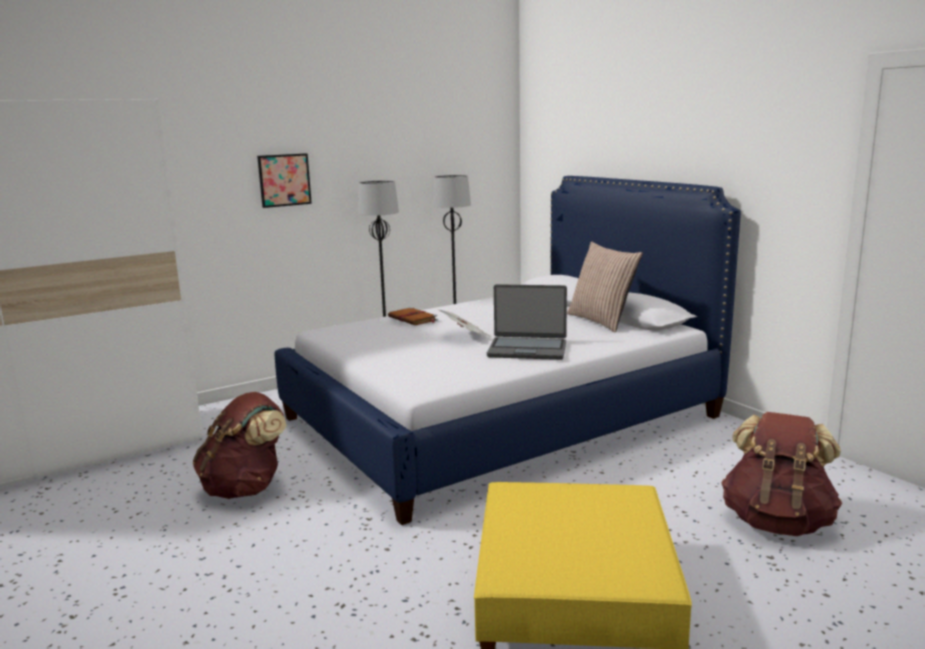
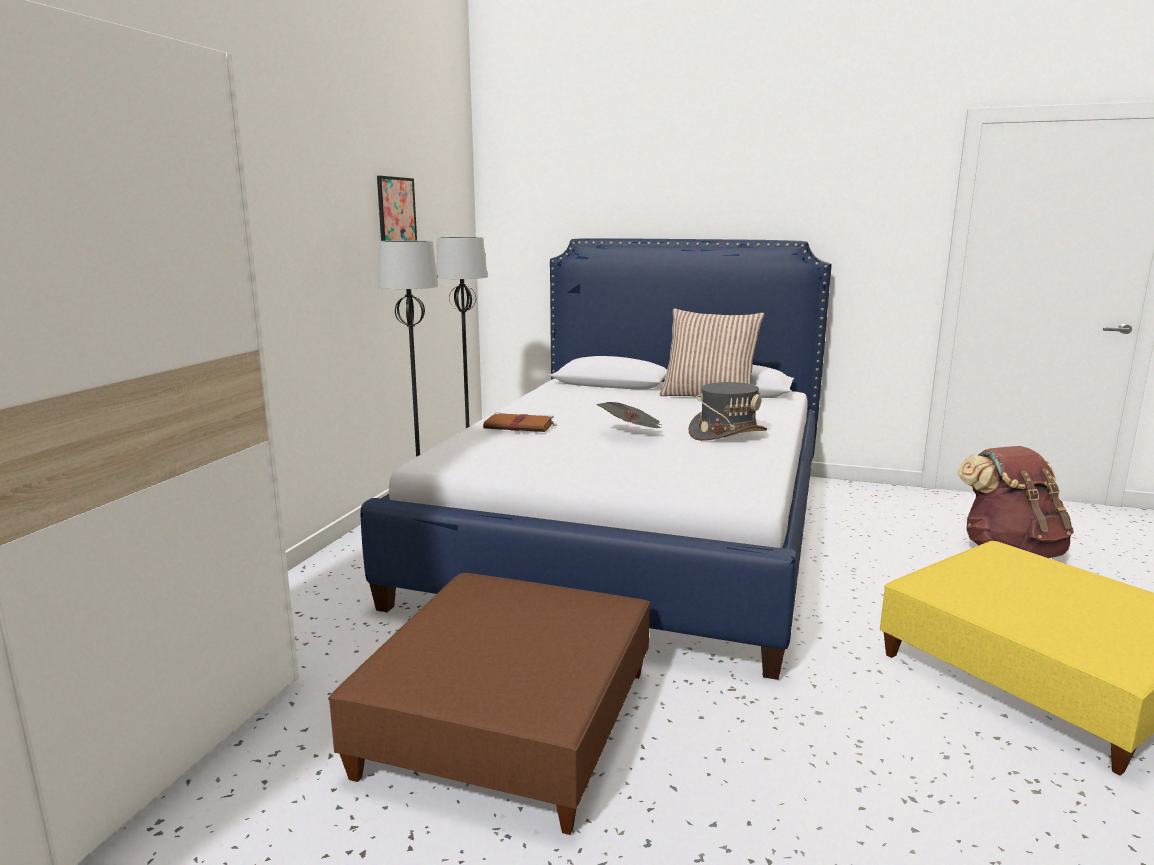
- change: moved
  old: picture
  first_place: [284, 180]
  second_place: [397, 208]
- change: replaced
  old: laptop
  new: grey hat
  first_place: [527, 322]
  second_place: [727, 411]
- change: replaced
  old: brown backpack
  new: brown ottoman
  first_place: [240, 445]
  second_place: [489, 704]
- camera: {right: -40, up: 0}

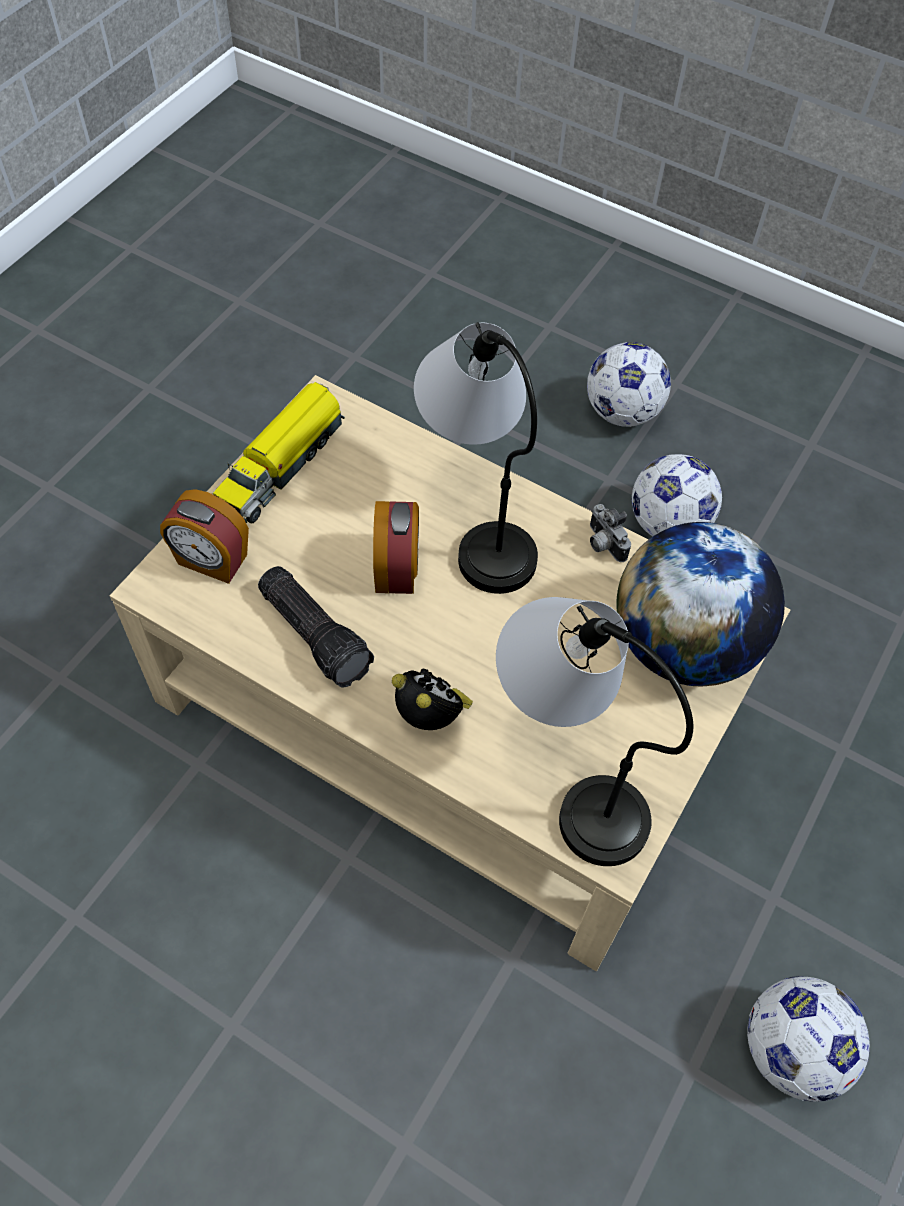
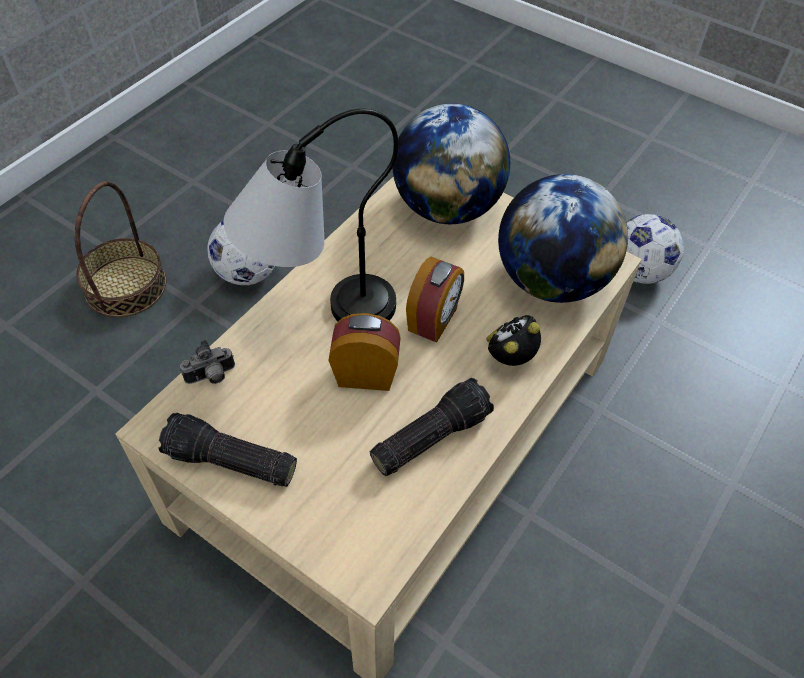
- change: replaced
  old: football
  new: basket
  first_place: [629, 384]
  second_place: [121, 249]
- change: replaced
  old: toy truck
  new: flashlight
  first_place: [279, 453]
  second_place: [228, 449]
- change: moved
  old: alarm clock
  first_place: [204, 536]
  second_place: [435, 300]
- change: moved
  old: photo camera
  first_place: [610, 533]
  second_place: [207, 362]
- change: replaced
  old: table lamp
  new: globe
  first_place: [594, 731]
  second_place: [563, 238]
- camera: {right: -85, up: -5}

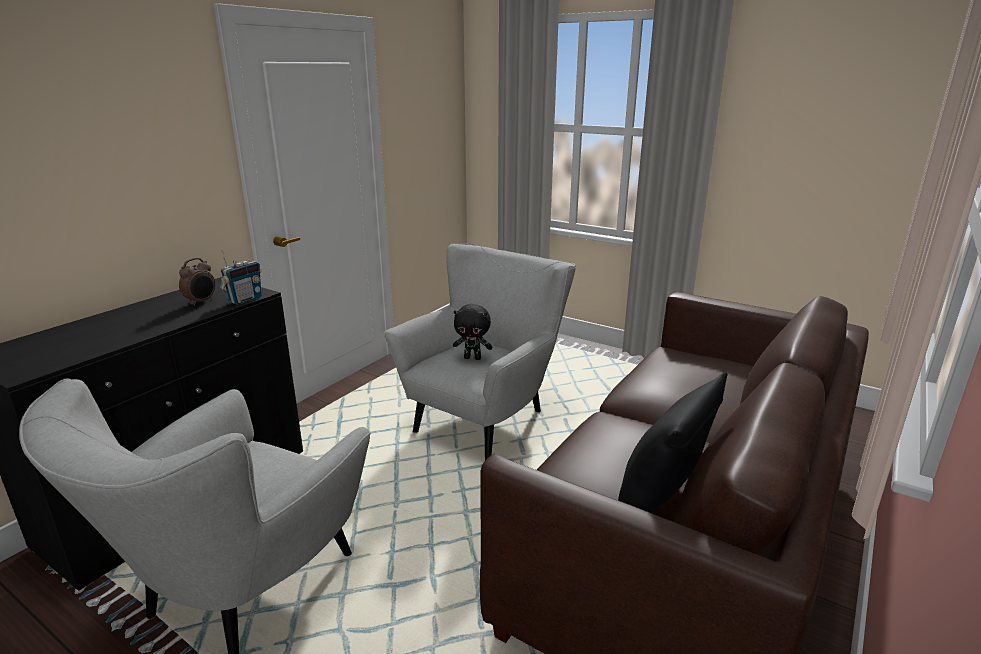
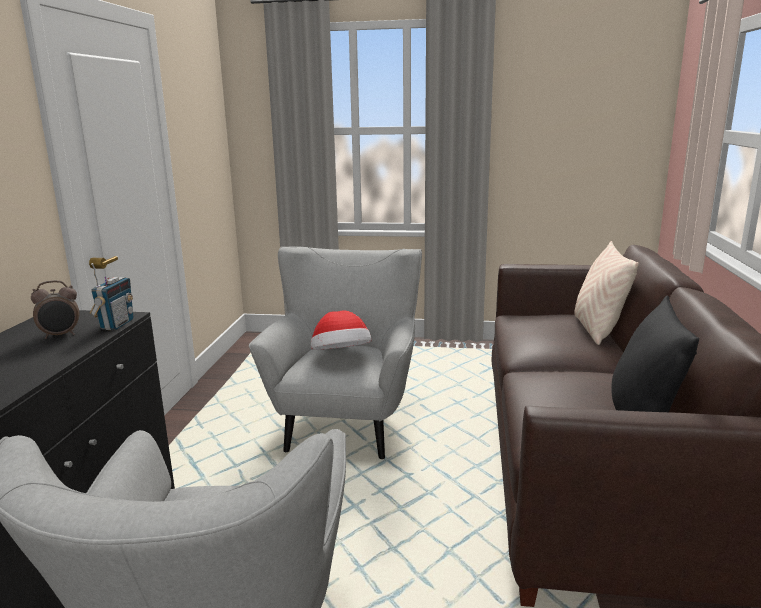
- change: turned
  old: alarm clock
  first_place: [197, 282]
  second_place: [55, 309]
  degrees: 60
- change: replaced
  old: black plush toy
  new: hat
  first_place: [472, 332]
  second_place: [341, 330]
- change: added
  new: beige pillow
  second_place: [606, 293]
- camera: {right: -25, up: -5}

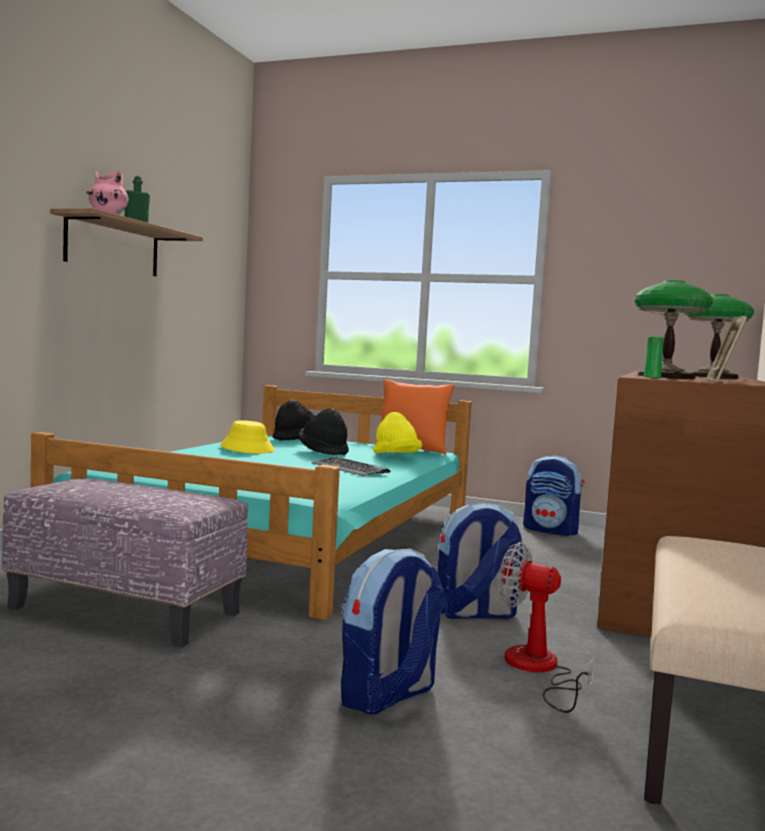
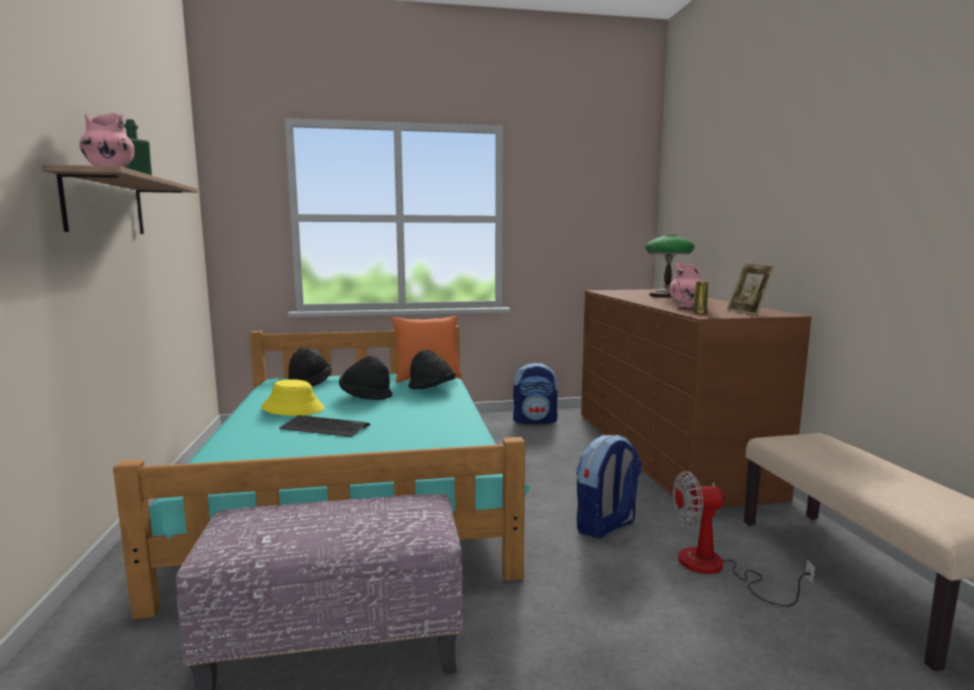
- change: replaced
  old: table lamp
  new: pink vase
  first_place: [673, 329]
  second_place: [685, 285]
- change: recoloured
  old: green vase
  new: yellow vase
  first_place: [653, 357]
  second_place: [700, 297]
- change: recoloured
  old: yellow hat
  new: black hat
  first_place: [397, 432]
  second_place: [432, 369]
- change: moved
  old: keyboard
  first_place: [350, 466]
  second_place: [324, 426]
- change: removed
  old: backpack
  first_place: [393, 631]
- camera: {right: -30, up: 5}

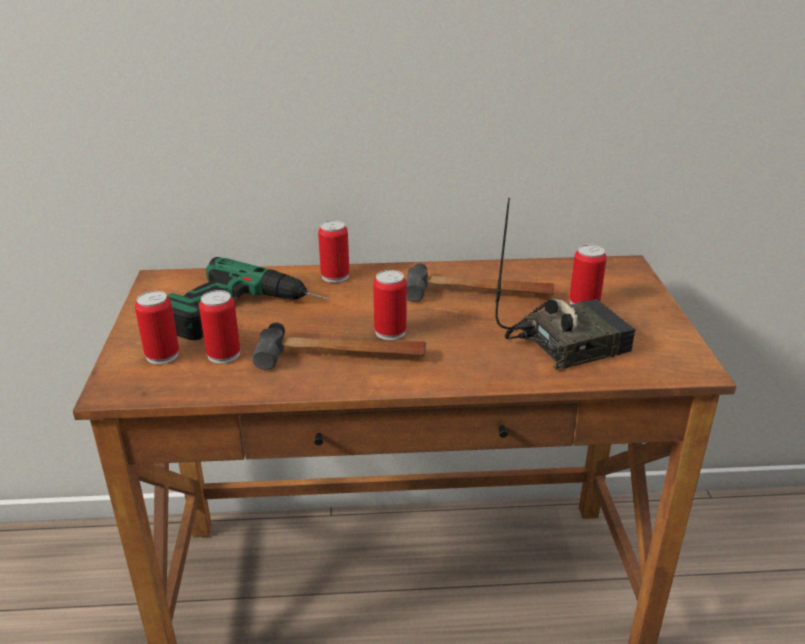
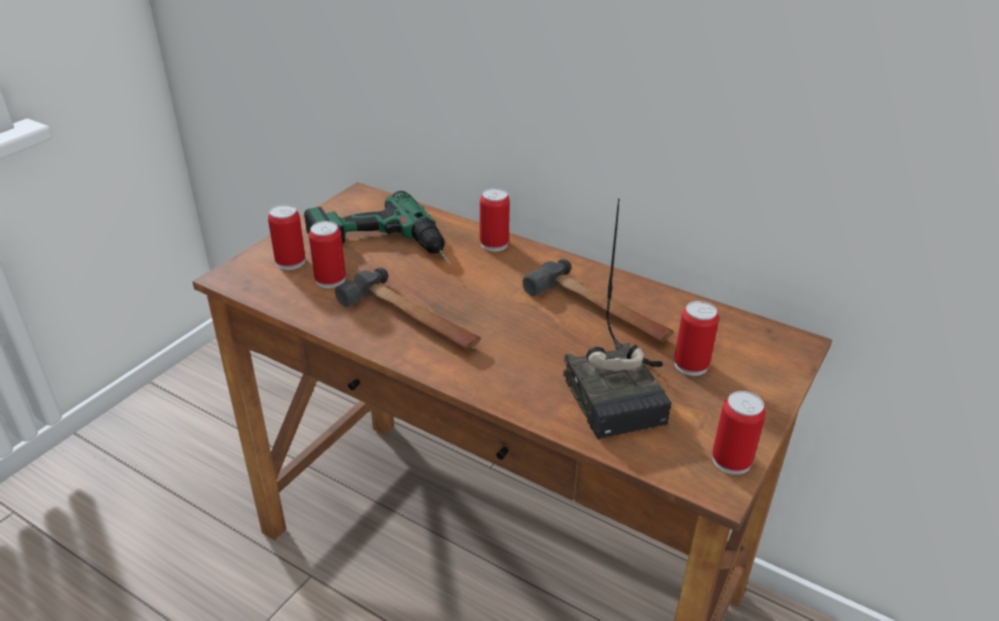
- change: turned
  old: radio
  first_place: [565, 284]
  second_place: [617, 318]
  degrees: 60
- change: moved
  old: can
  first_place: [390, 305]
  second_place: [739, 433]
- camera: {right: 35, up: 5}

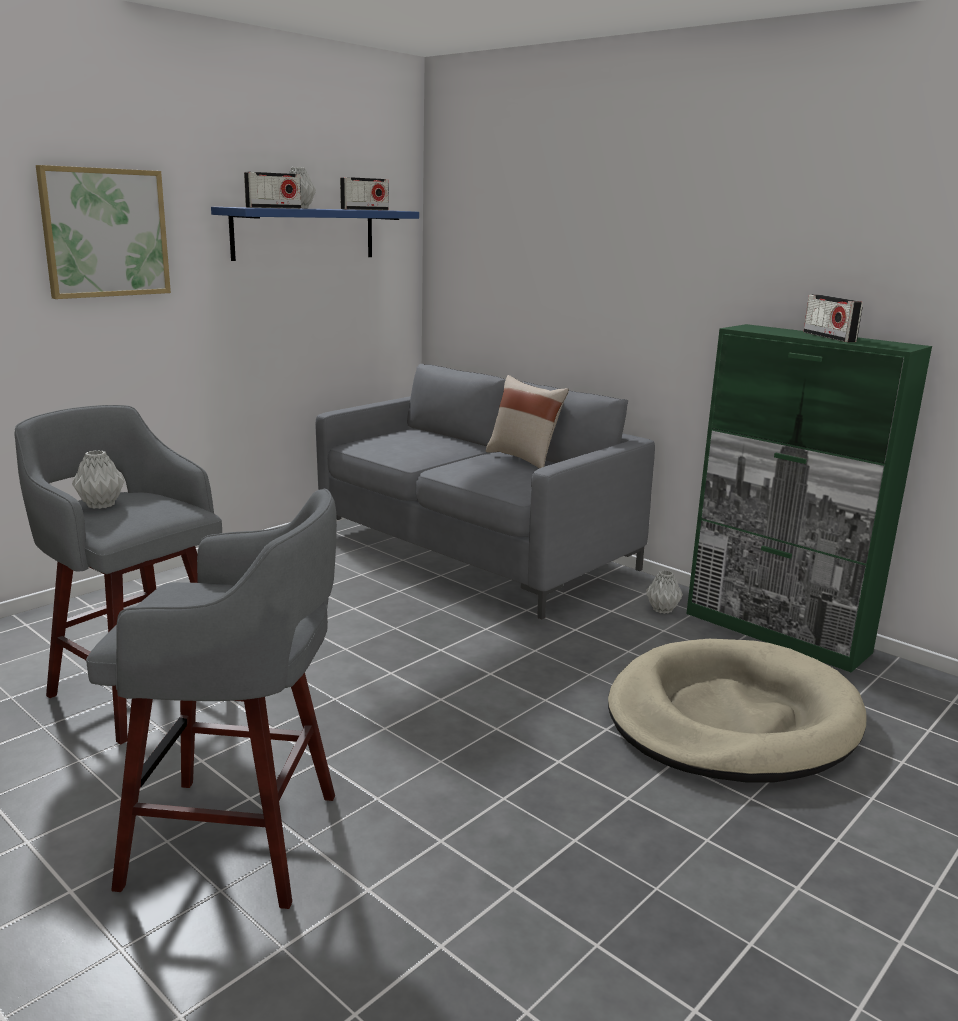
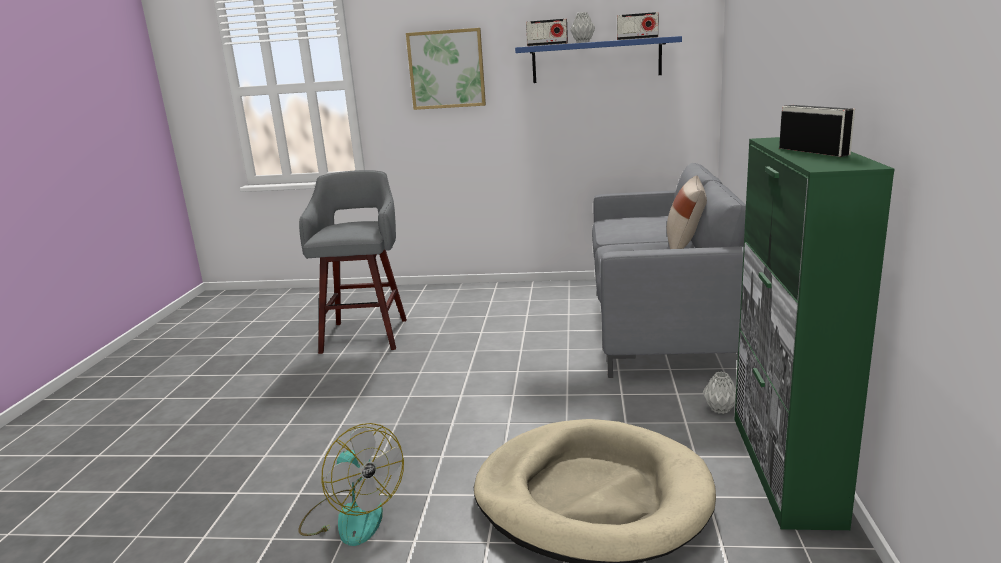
- change: turned
  old: radio
  first_place: [833, 318]
  second_place: [817, 131]
  degrees: 120
- change: removed
  old: grey vase
  first_place: [98, 479]
- change: removed
  old: grey stool
  first_place: [211, 698]
- change: added
  new: fan
  second_place: [351, 484]
- camera: {right: 55, up: 0}

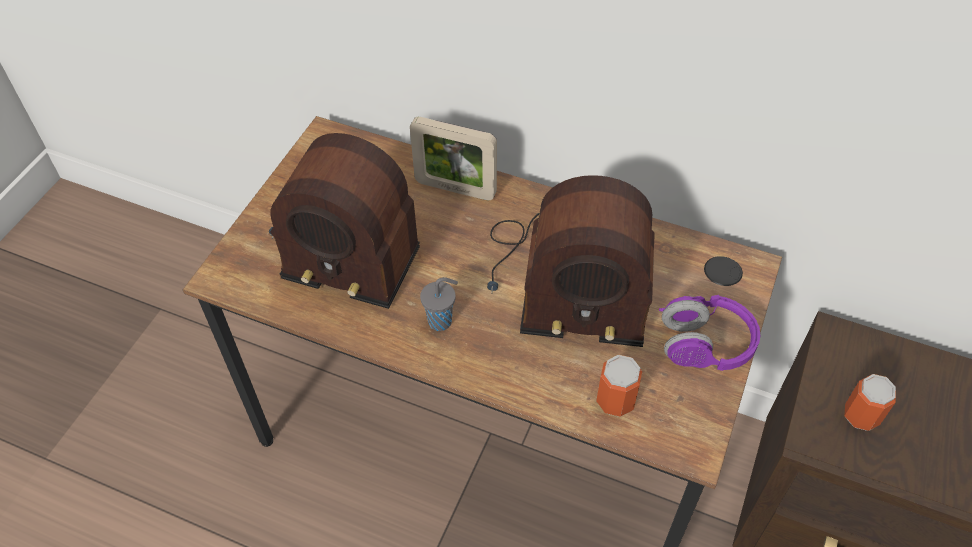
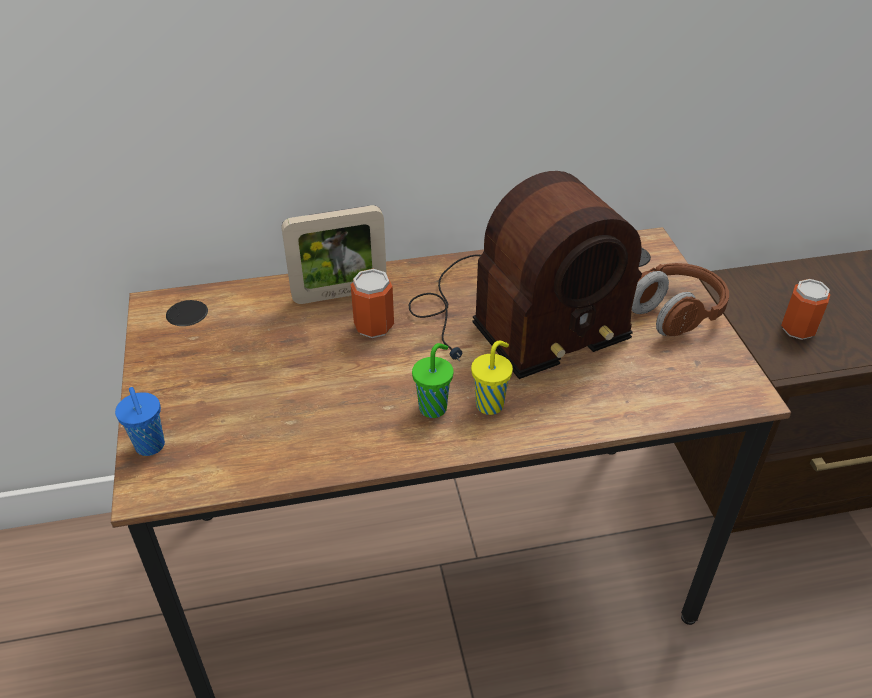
- change: removed
  old: radio
  first_place: [344, 221]
- change: recoloured
  old: grey cup
  new: green cup
  first_place: [439, 304]
  second_place: [433, 380]
- change: recoloured
  old: purple headphones
  new: brown headphones
  first_place: [709, 333]
  second_place: [680, 299]
- change: moved
  old: can
  first_place: [619, 386]
  second_place: [372, 303]
- change: added
  new: yellow cup
  second_place: [492, 377]
- change: added
  new: blue cup
  second_place: [140, 421]
- camera: {right: -35, up: -10}

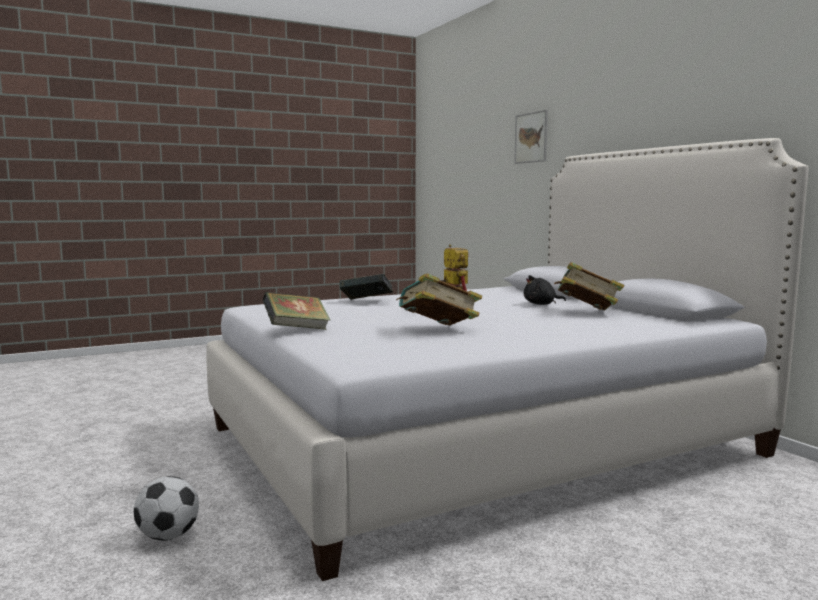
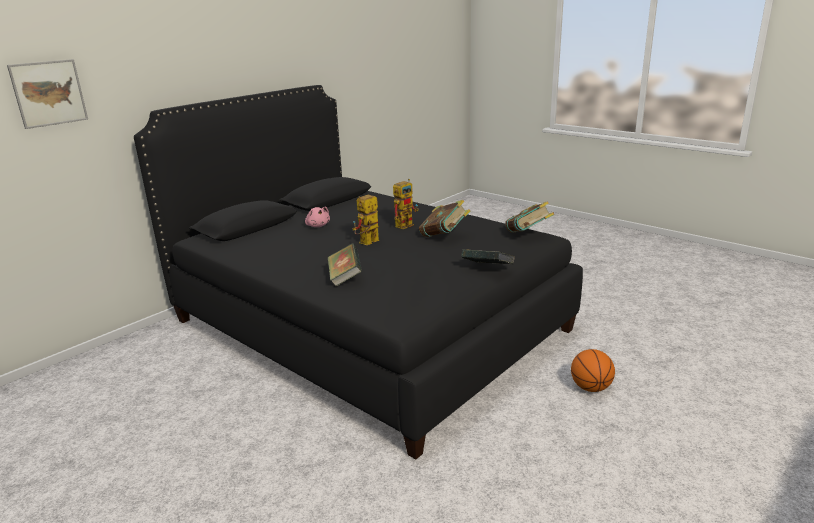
- change: recoloured
  old: white bed
  new: black bed
  first_place: [507, 359]
  second_place: [358, 272]
- change: moved
  old: book
  first_place: [589, 286]
  second_place: [529, 217]
- change: recoloured
  old: black plush toy
  new: pink plush toy
  first_place: [545, 290]
  second_place: [317, 216]
- change: replaced
  old: football
  new: basketball
  first_place: [166, 508]
  second_place: [593, 370]
- change: added
  new: toy robot
  second_place: [405, 204]
- camera: {right: -110, up: 15}

